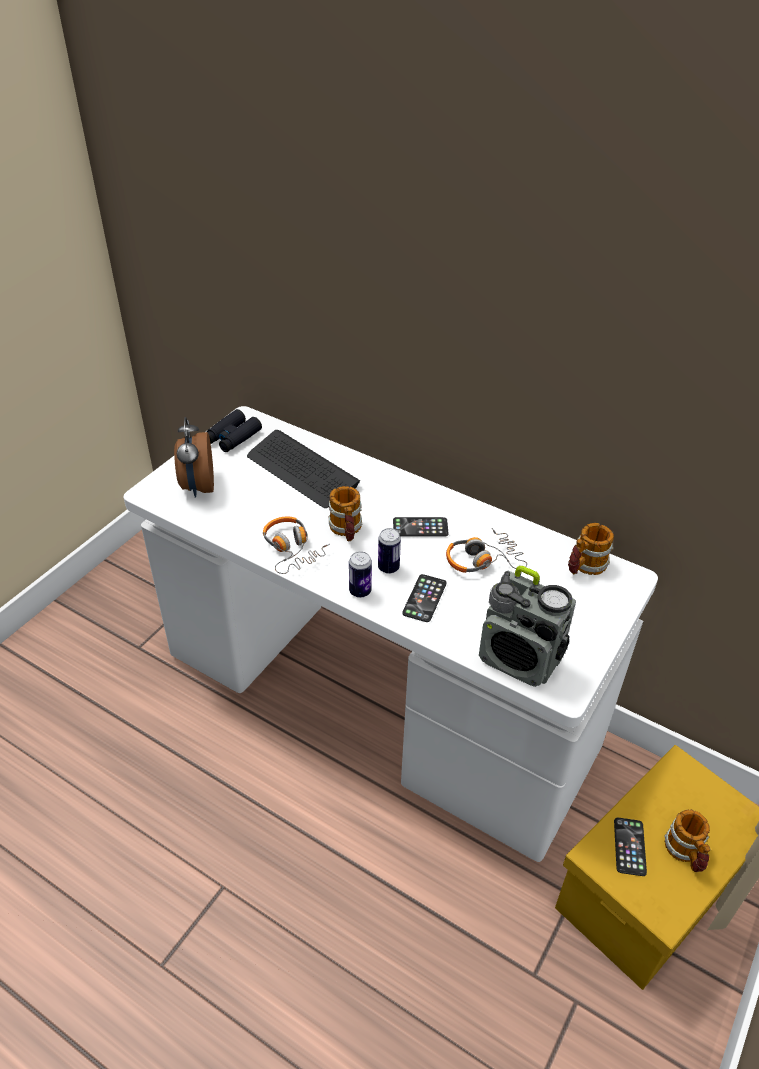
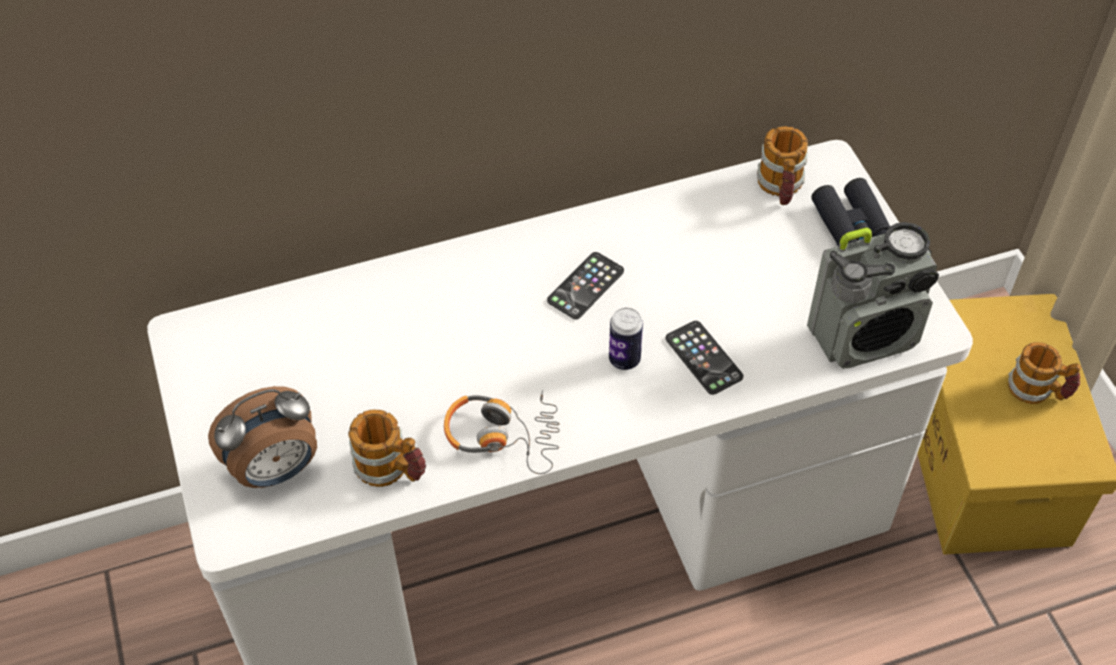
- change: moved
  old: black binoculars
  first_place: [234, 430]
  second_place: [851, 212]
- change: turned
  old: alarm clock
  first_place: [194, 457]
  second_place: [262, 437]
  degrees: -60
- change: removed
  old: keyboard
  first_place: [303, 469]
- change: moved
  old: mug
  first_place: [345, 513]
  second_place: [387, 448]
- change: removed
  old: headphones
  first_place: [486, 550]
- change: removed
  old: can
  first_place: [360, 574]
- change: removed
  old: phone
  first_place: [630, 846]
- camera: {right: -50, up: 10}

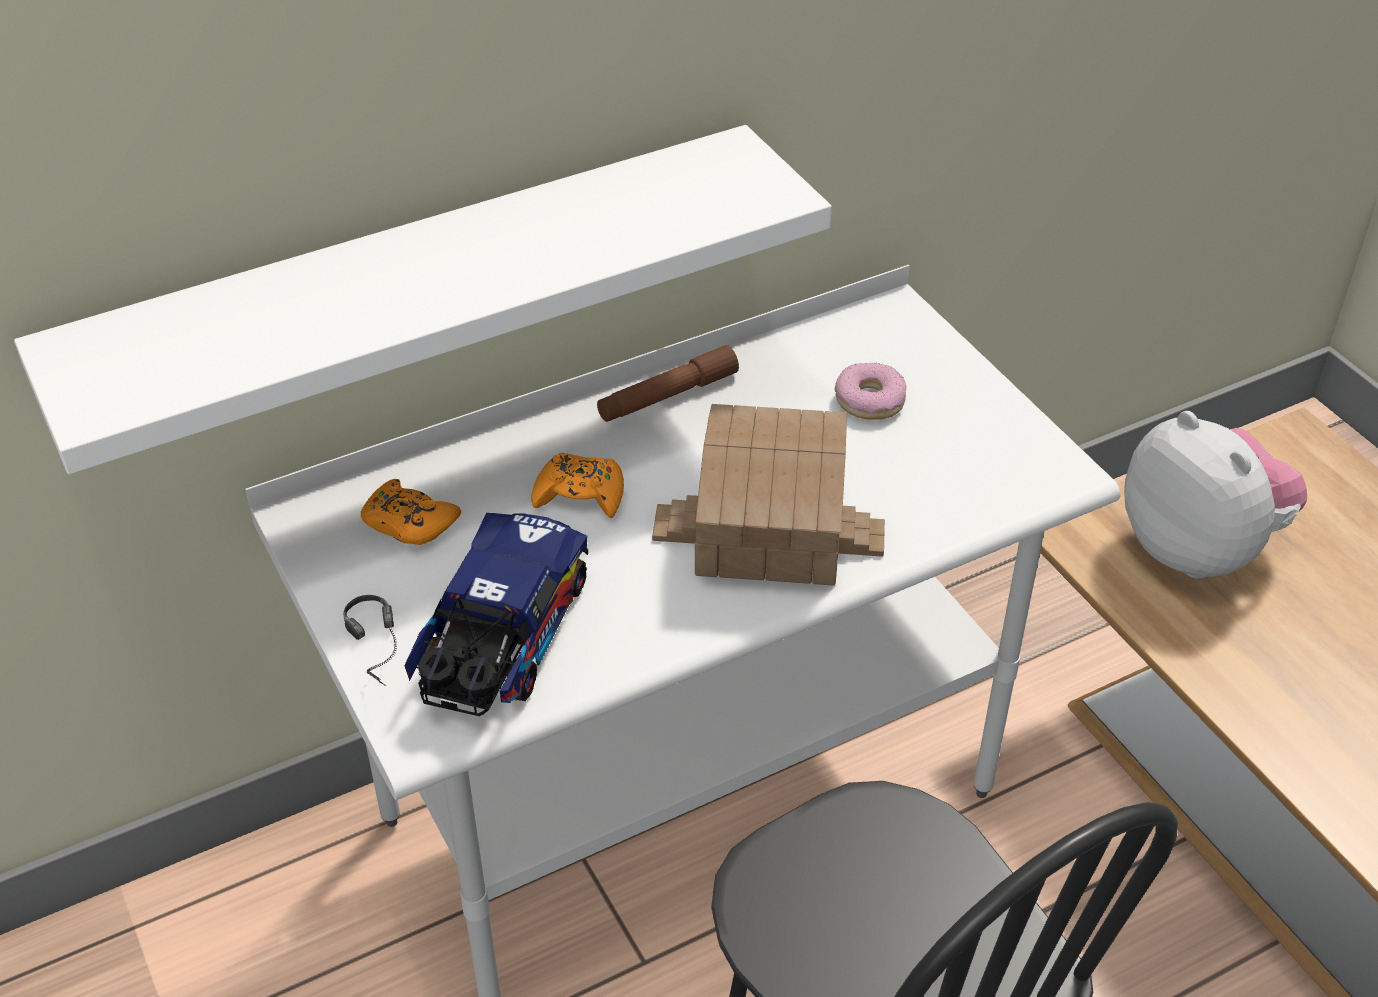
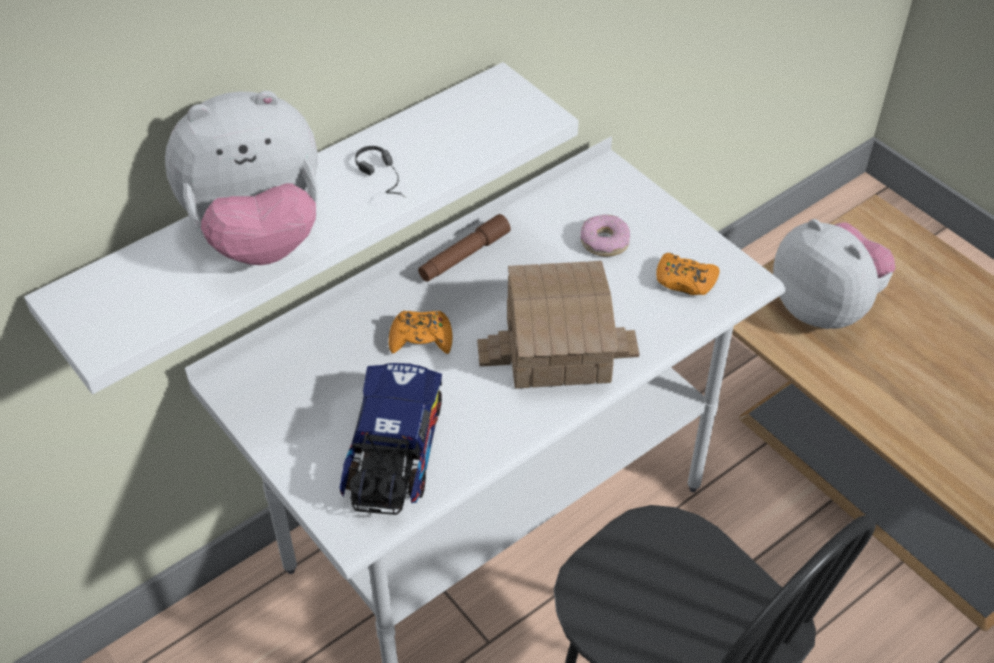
- change: moved
  old: orange game controller
  first_place: [411, 512]
  second_place: [688, 274]
- change: moved
  old: headphones
  first_place: [370, 640]
  second_place: [380, 171]
- change: added
  new: plush toy
  second_place: [241, 178]
- camera: {right: -10, up: 5}

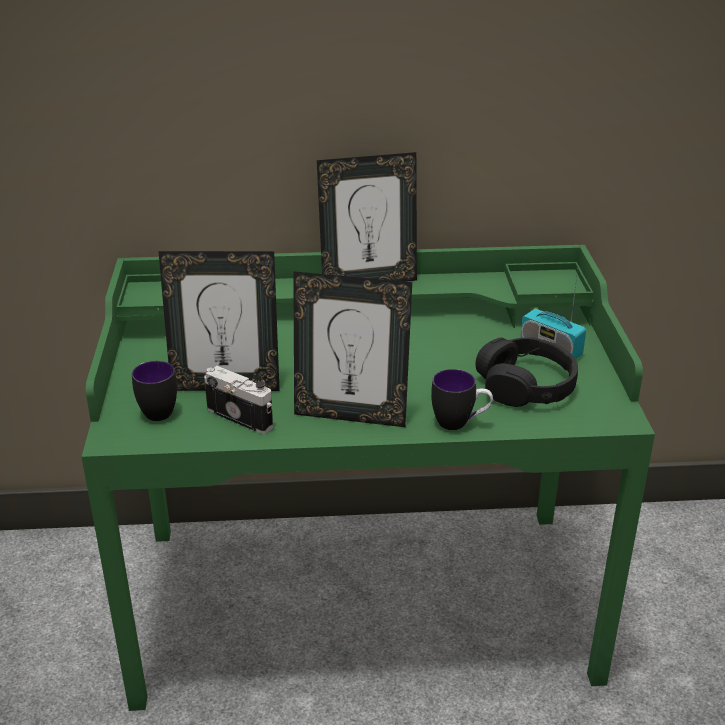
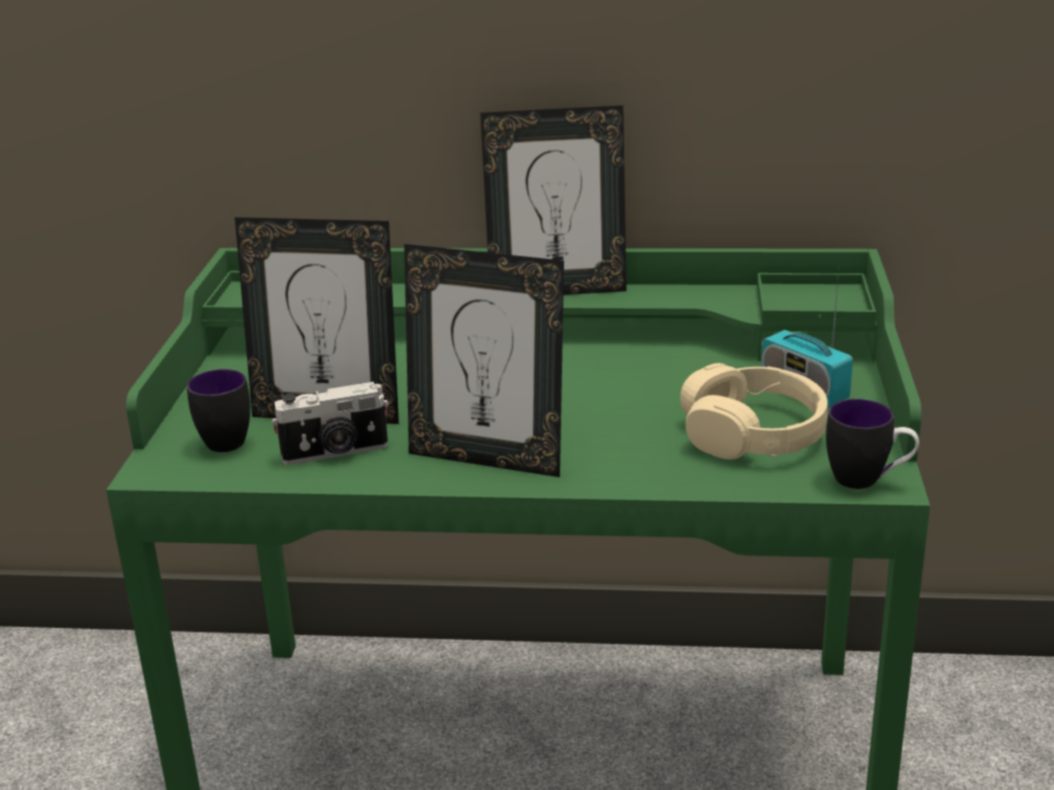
- change: recoloured
  old: black headphones
  new: beige headphones
  first_place: [527, 372]
  second_place: [753, 411]
- change: turned
  old: photo camera
  first_place: [238, 400]
  second_place: [330, 423]
  degrees: 120
- change: moved
  old: mug
  first_place: [462, 399]
  second_place: [872, 444]
- camera: {right: 10, up: -5}

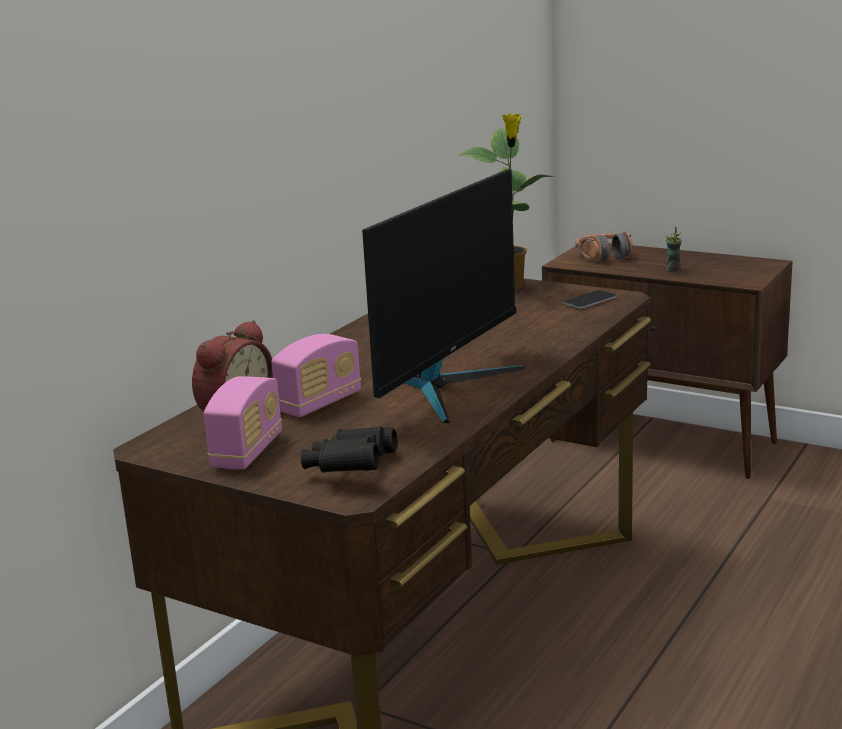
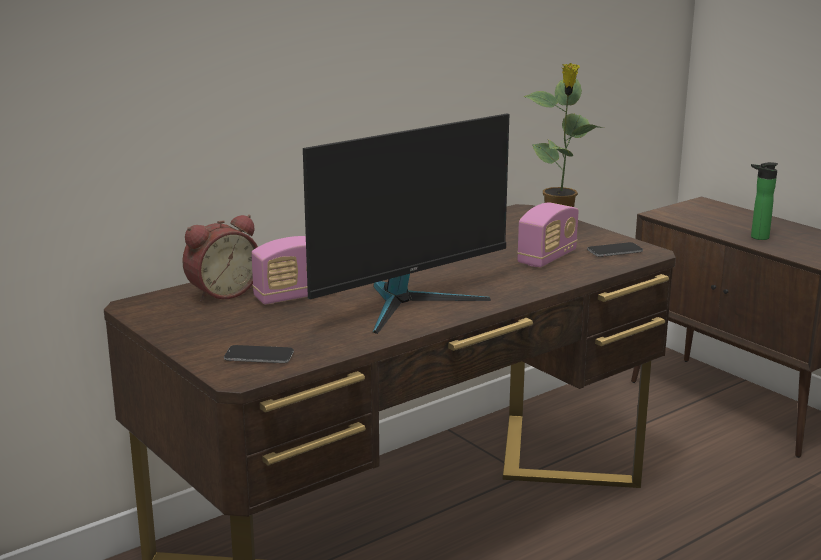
- change: replaced
  old: cup
  new: bottle
  first_place: [673, 249]
  second_place: [764, 201]
- change: removed
  old: headphones
  first_place: [604, 247]
- change: moved
  old: radio
  first_place: [243, 423]
  second_place: [548, 235]
- change: replaced
  old: black binoculars
  new: phone
  first_place: [349, 449]
  second_place: [259, 354]
- camera: {right: 20, up: 0}

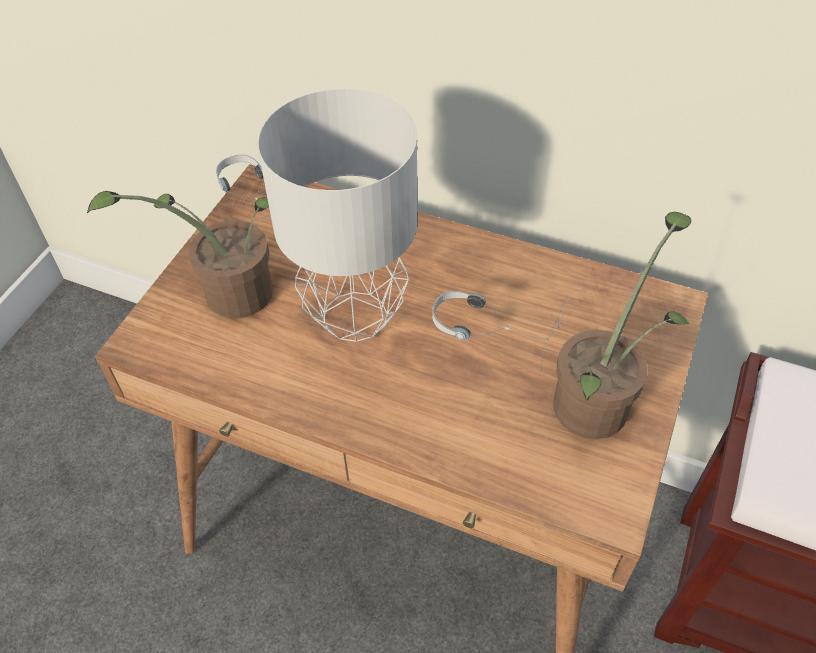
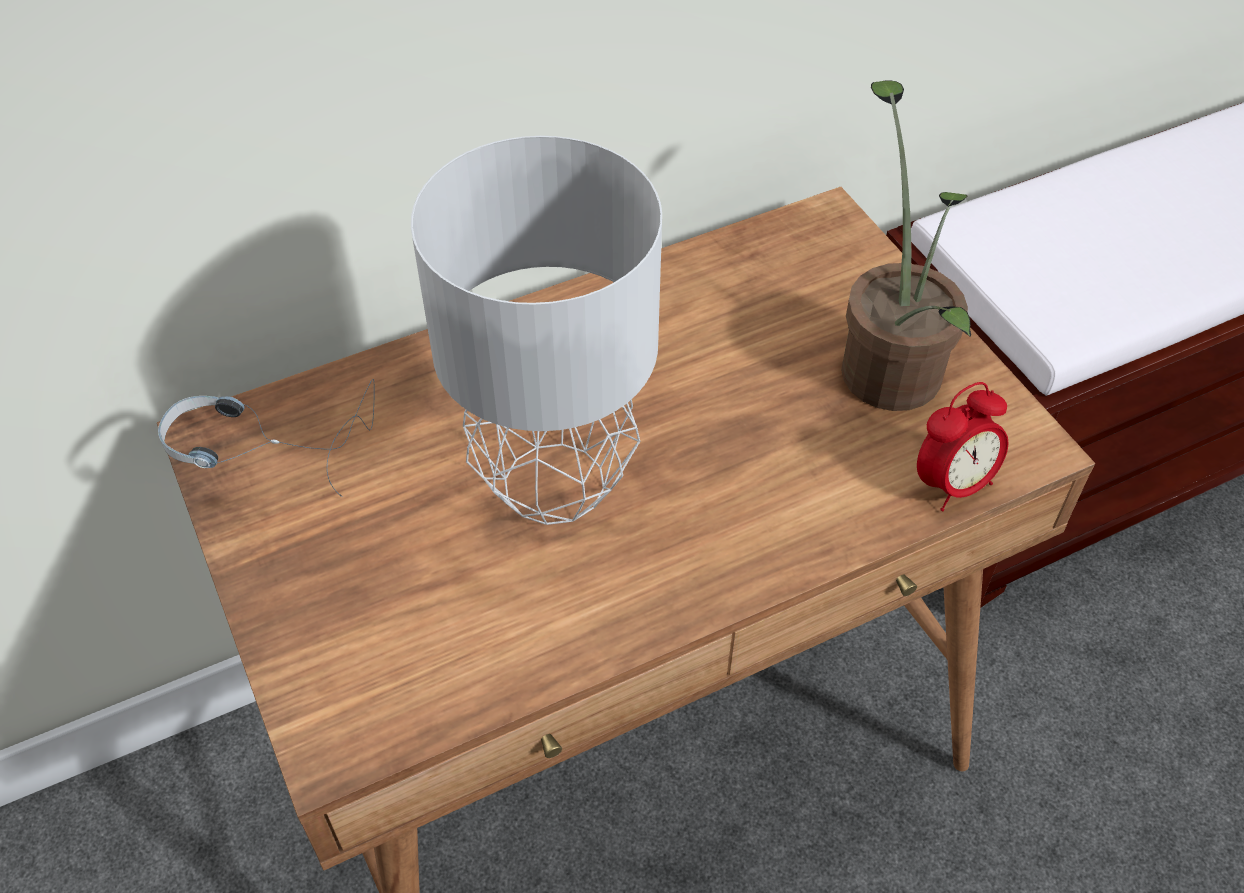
- change: removed
  old: potted plant
  first_place: [180, 254]
- change: removed
  old: headphones
  first_place: [500, 331]
- change: added
  new: alarm clock
  second_place: [962, 446]
- camera: {right: -50, up: 0}

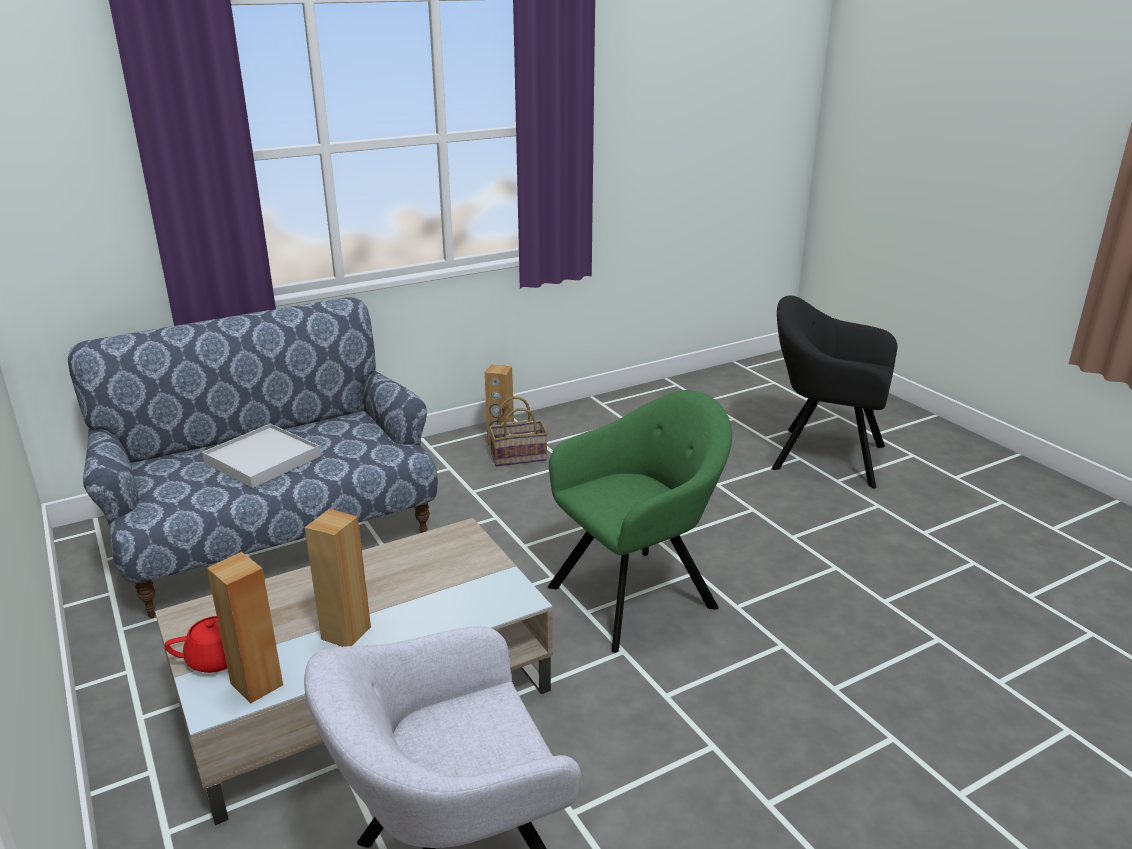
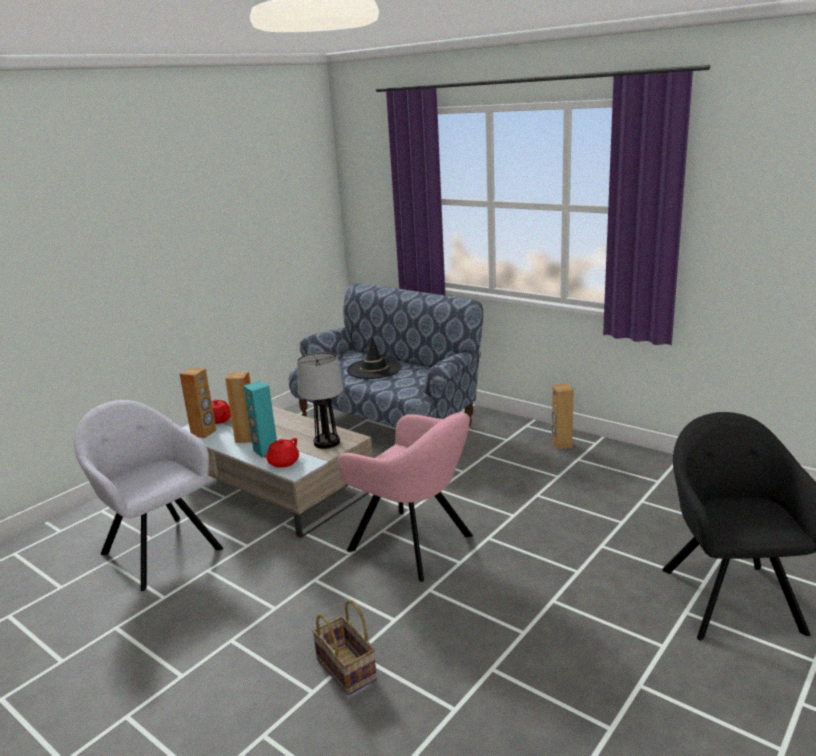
- change: recoloured
  old: green armchair
  new: pink armchair
  first_place: [640, 521]
  second_place: [405, 497]
- change: moved
  old: basket
  first_place: [518, 432]
  second_place: [344, 647]
- change: replaced
  old: white tray
  new: black hat
  first_place: [261, 456]
  second_place: [374, 358]
- change: added
  new: table lamp
  second_place: [320, 400]
- change: added
  new: turquoise speaker
  second_place: [260, 419]
- change: added
  new: red teapot
  second_place: [281, 453]
- camera: {right: 70, up: -5}

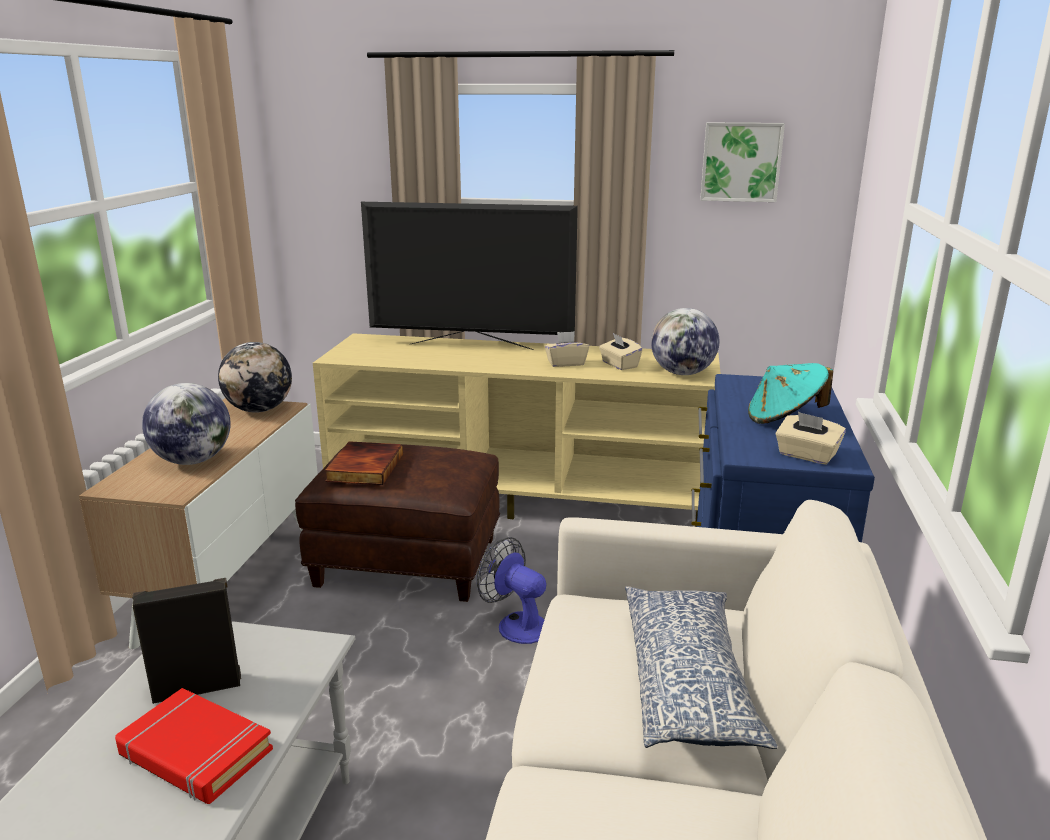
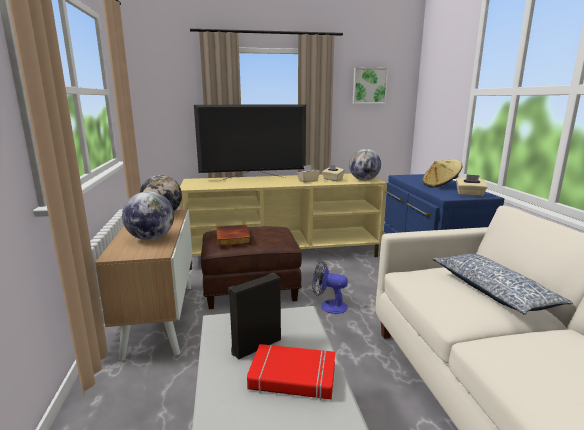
- change: recoloured
  old: turquoise hat
  new: beige hat
  first_place: [790, 393]
  second_place: [443, 173]
- camera: {right: -20, up: -5}

